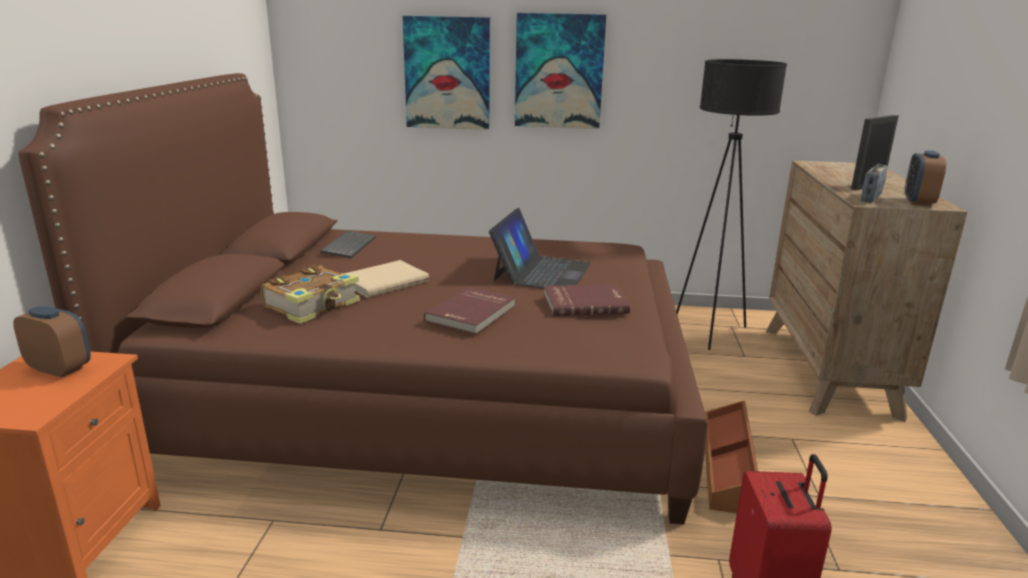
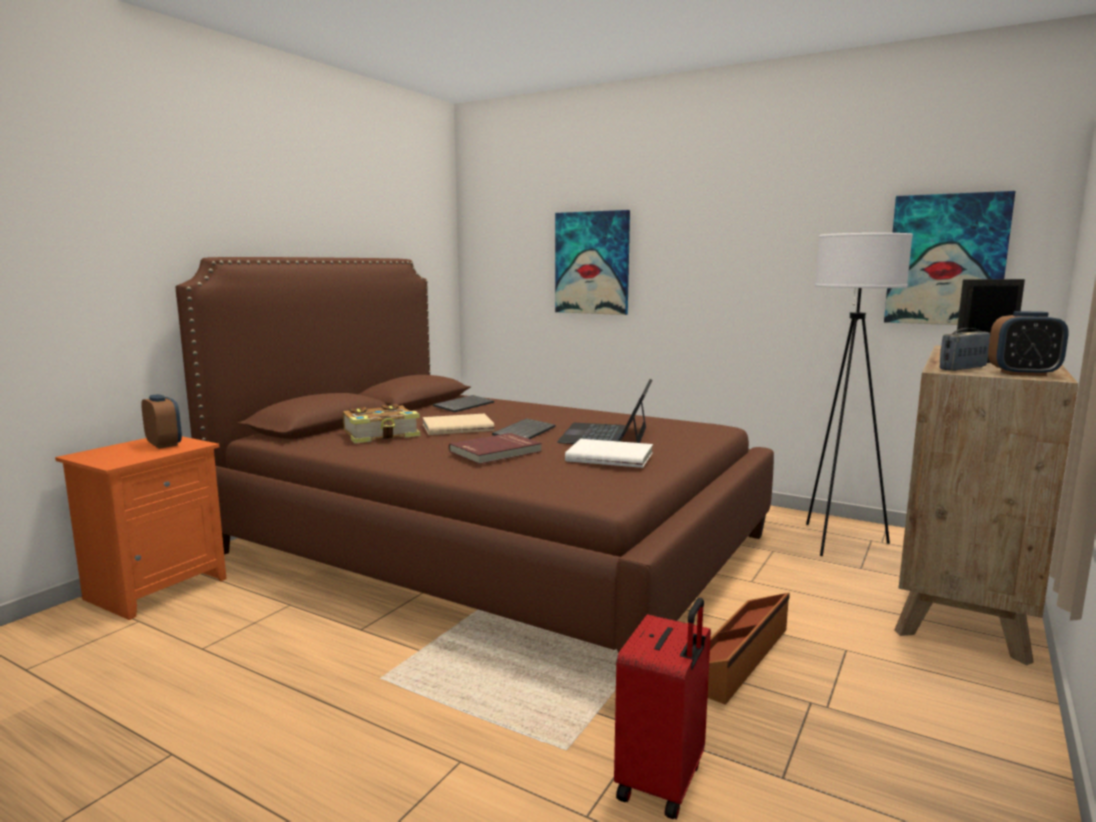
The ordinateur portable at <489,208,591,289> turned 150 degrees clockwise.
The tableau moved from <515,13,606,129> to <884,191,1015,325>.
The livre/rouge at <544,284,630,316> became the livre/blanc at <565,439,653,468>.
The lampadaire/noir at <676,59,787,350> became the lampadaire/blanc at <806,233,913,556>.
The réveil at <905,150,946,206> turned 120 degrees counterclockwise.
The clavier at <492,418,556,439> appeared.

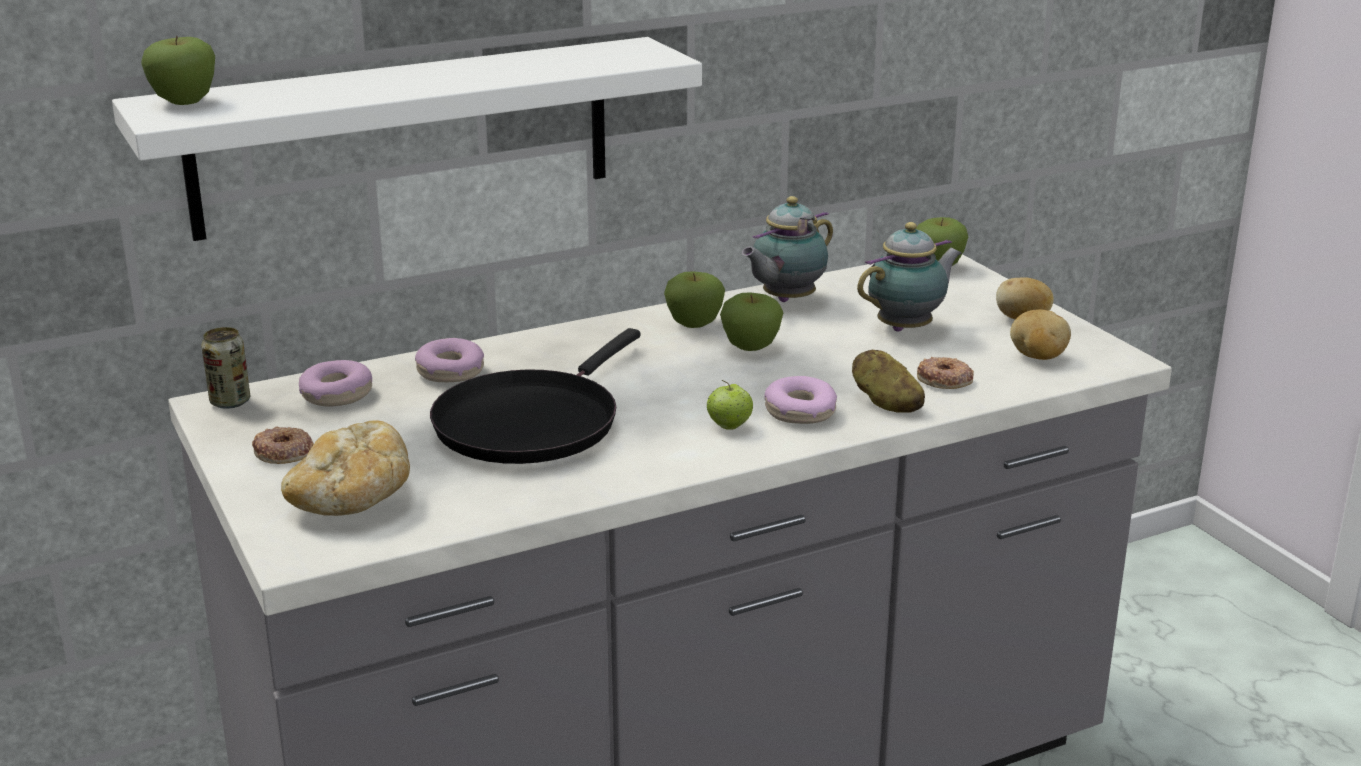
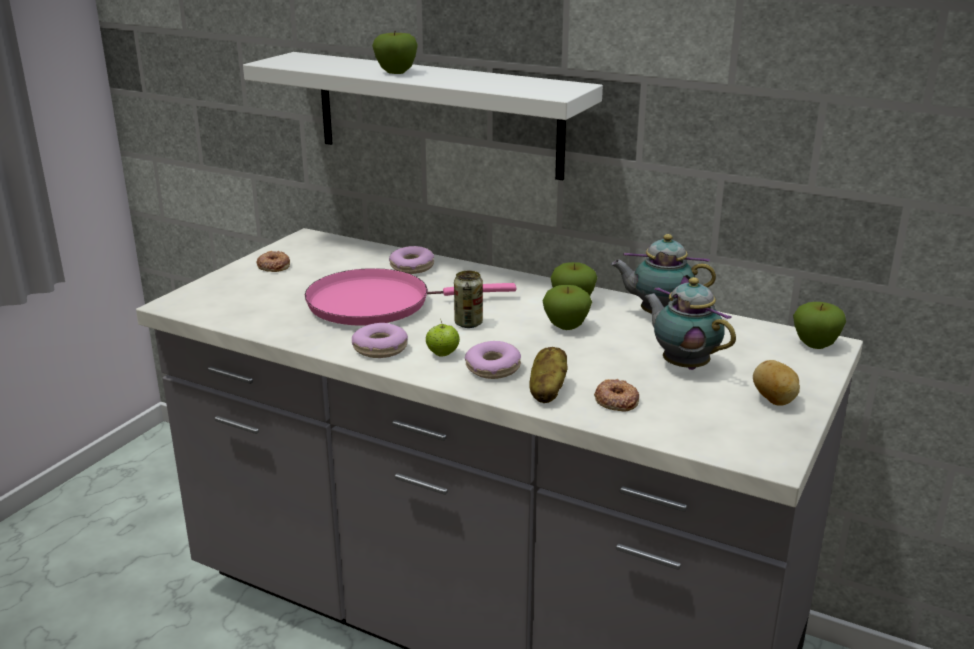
The pomme moved from <141,36,215,105> to <372,32,418,74>.
The boîte métallique moved from <201,327,251,409> to <454,271,483,328>.
The pain at <281,420,410,516> disappeared.
The beignet moved from <299,360,372,406> to <352,323,408,358>.
The poêle/noir at <430,328,641,464> became the poêle/rose at <305,268,516,326>.
The théière at <857,222,962,332> turned 150 degrees counterclockwise.
The pomme de terre at <1010,309,1071,360> disappeared.

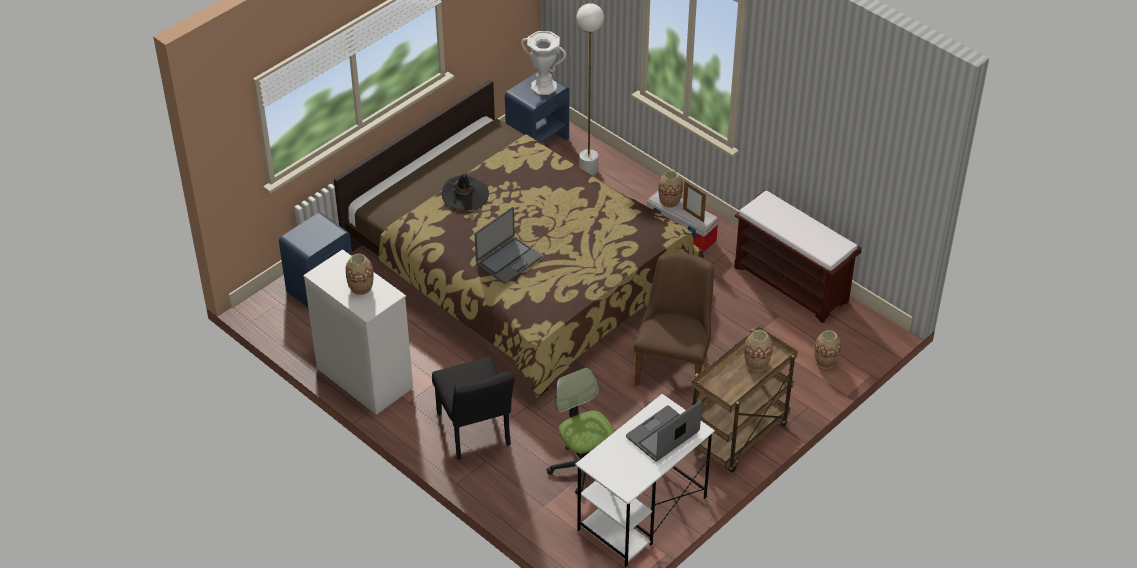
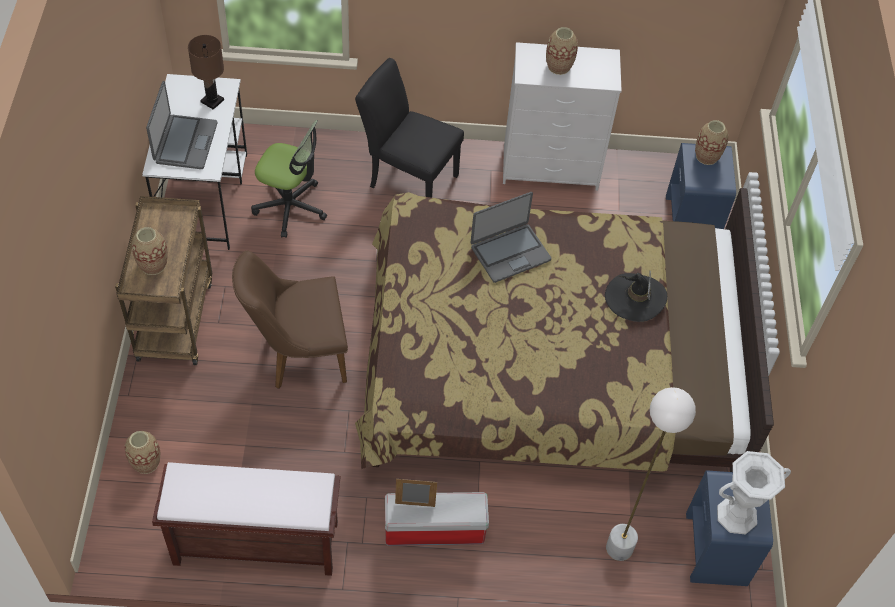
The ordinateur portable at <475,207,542,284> turned 120 degrees counterclockwise.
The chaise/marron at <634,253,714,398> turned 105 degrees clockwise.
The vase moved from <658,171,683,208> to <695,120,728,165>.
The lampe de table/marron at <188,35,224,110> appeared.

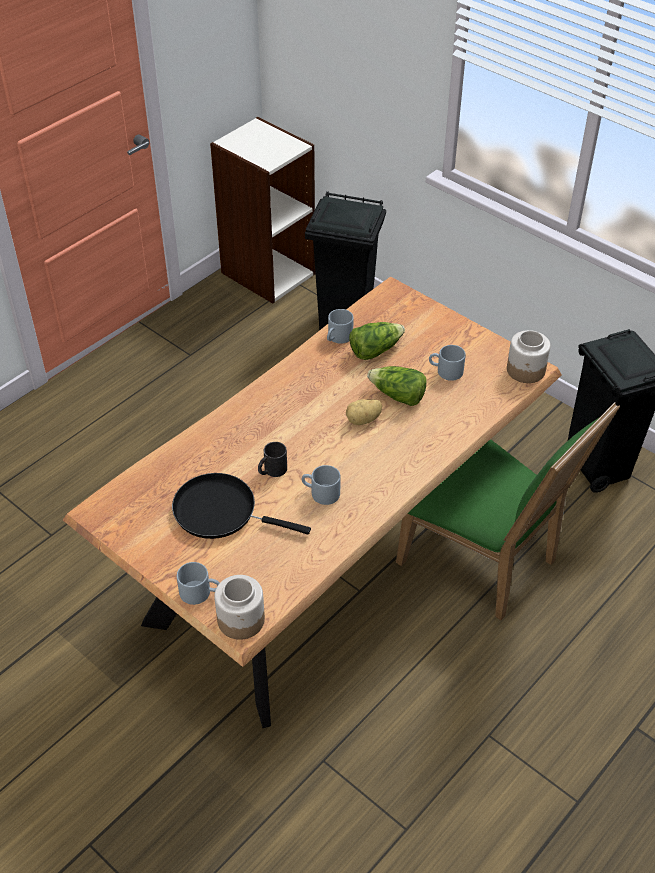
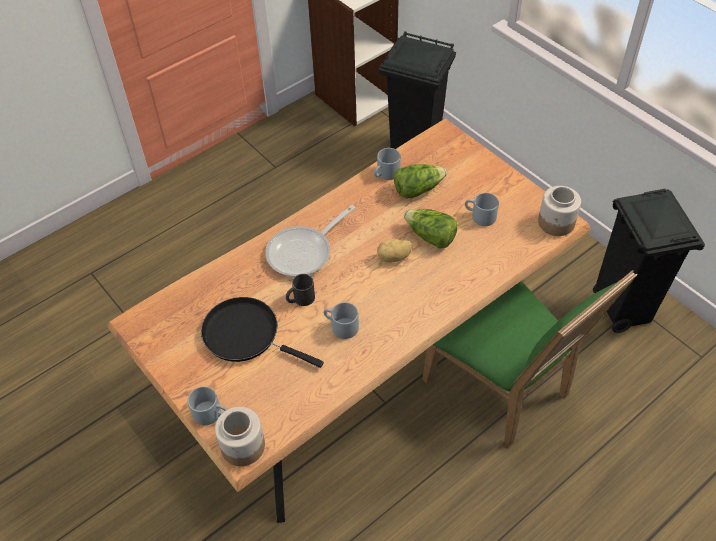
The poêle at <265,205,355,277> appeared.

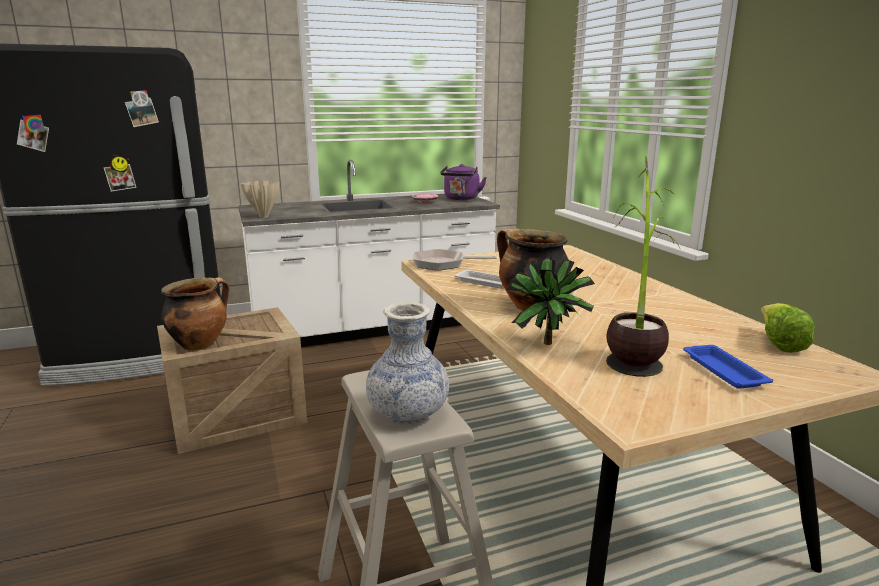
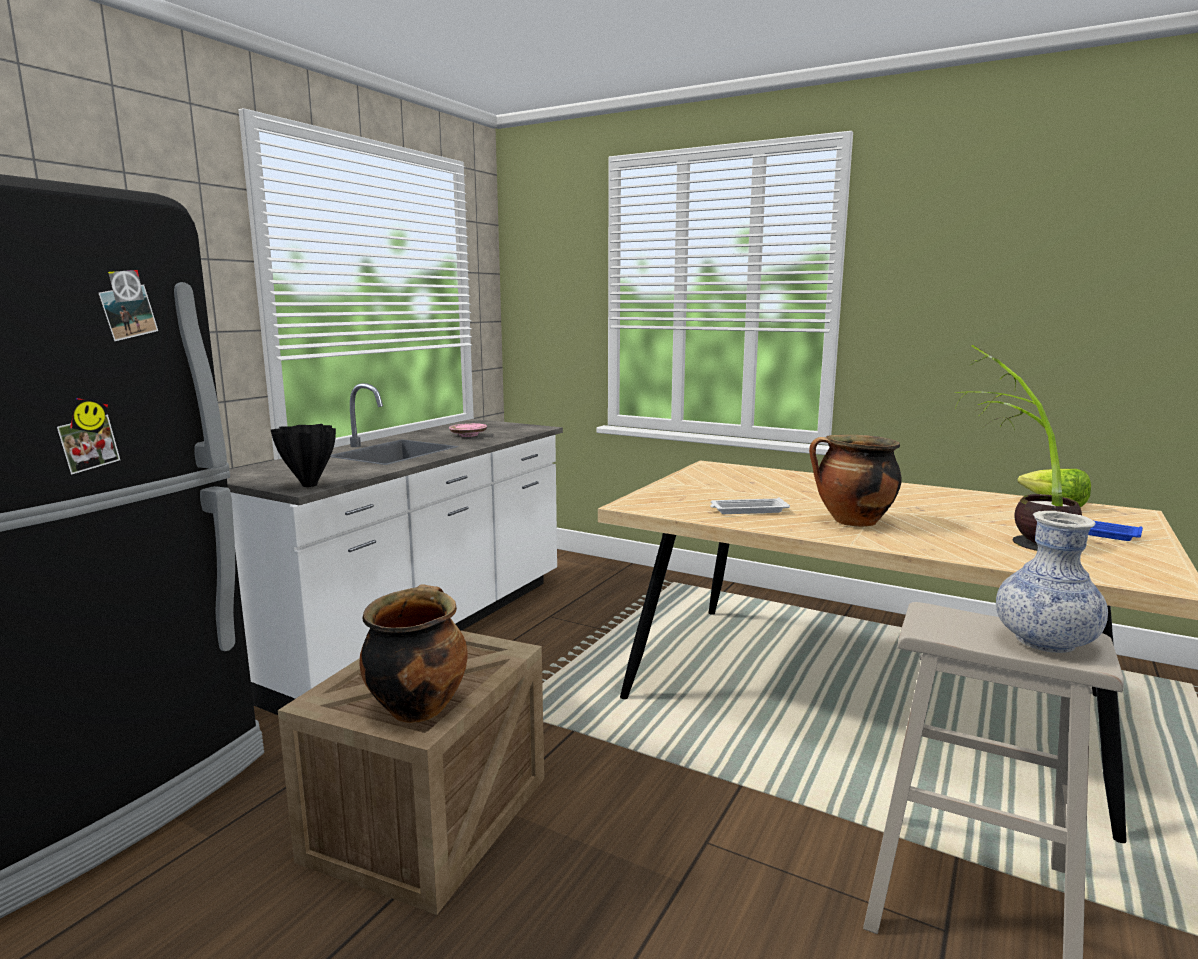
The vase/beige at <241,181,279,218> became the vase/noir at <271,424,336,487>.
The poêle at <413,249,496,271> disappeared.
The bouilloire/violet at <440,164,487,200> disappeared.
The plante en pot at <507,256,595,345> disappeared.

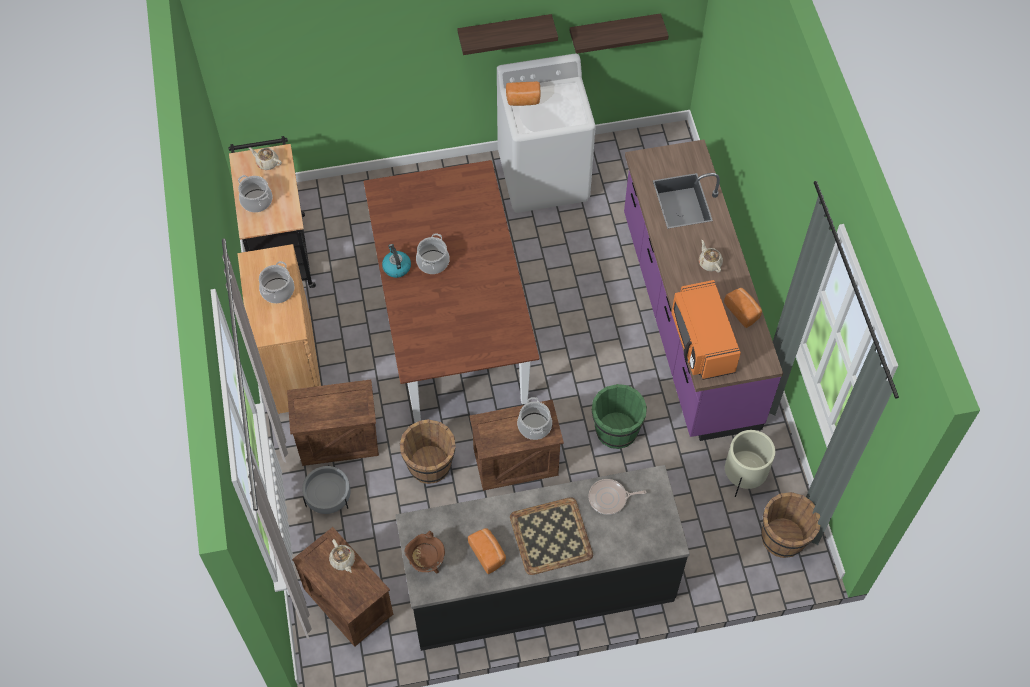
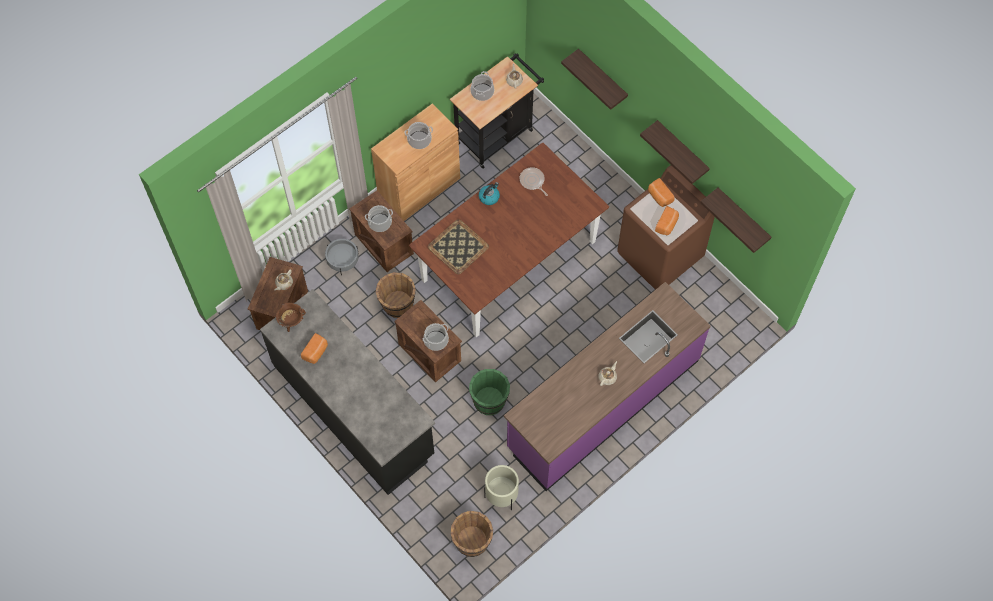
The marmite moved from <416,233,450,274> to <365,205,393,232>.
The lave-linge/blanc at <497,54,596,213> became the lave-linge/marron at <617,165,715,290>.
The plateau moved from <510,497,593,575> to <428,219,489,274>.
The poêle moved from <588,479,646,515> to <520,167,548,196>.
The micro-ondes/orange at <671,280,741,380> disappeared.
The pain moved from <724,288,762,328> to <655,206,679,235>.
The étagère at <561,49,628,110> appeared.

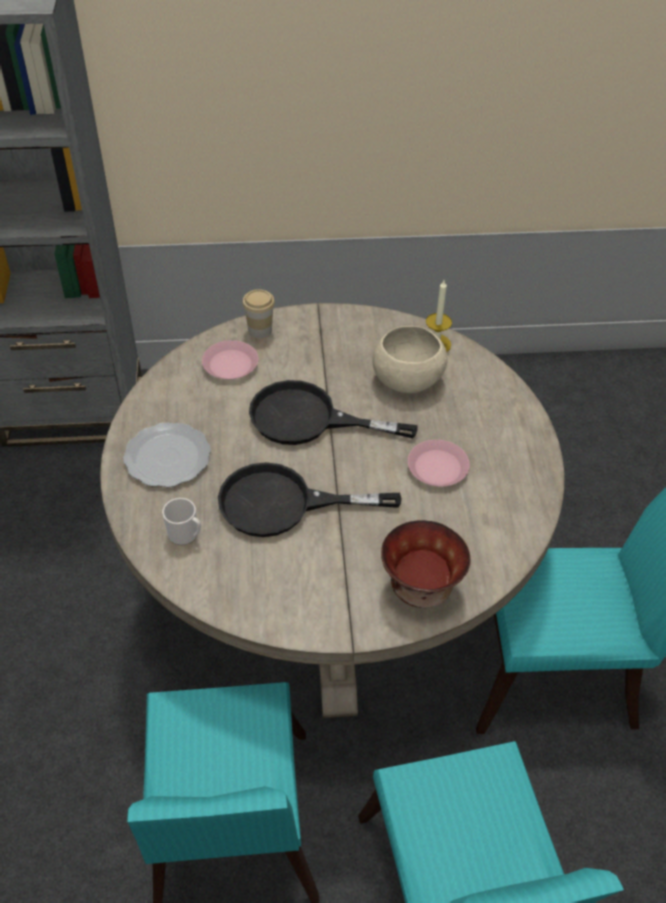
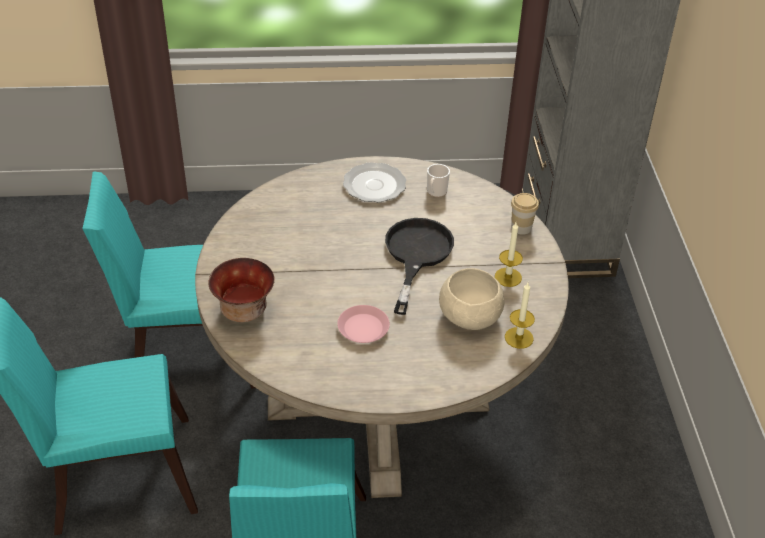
The mug moved from <162,498,201,545> to <427,164,450,197>.
The assiette/rose at <202,340,259,379> disappeared.
The poêle/noir at <218,462,402,537> disappeared.
The bougie at <495,222,523,287> appeared.

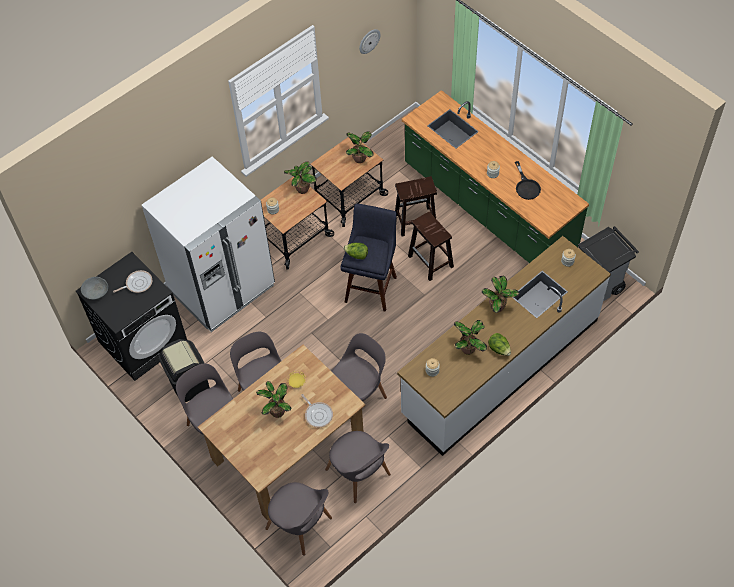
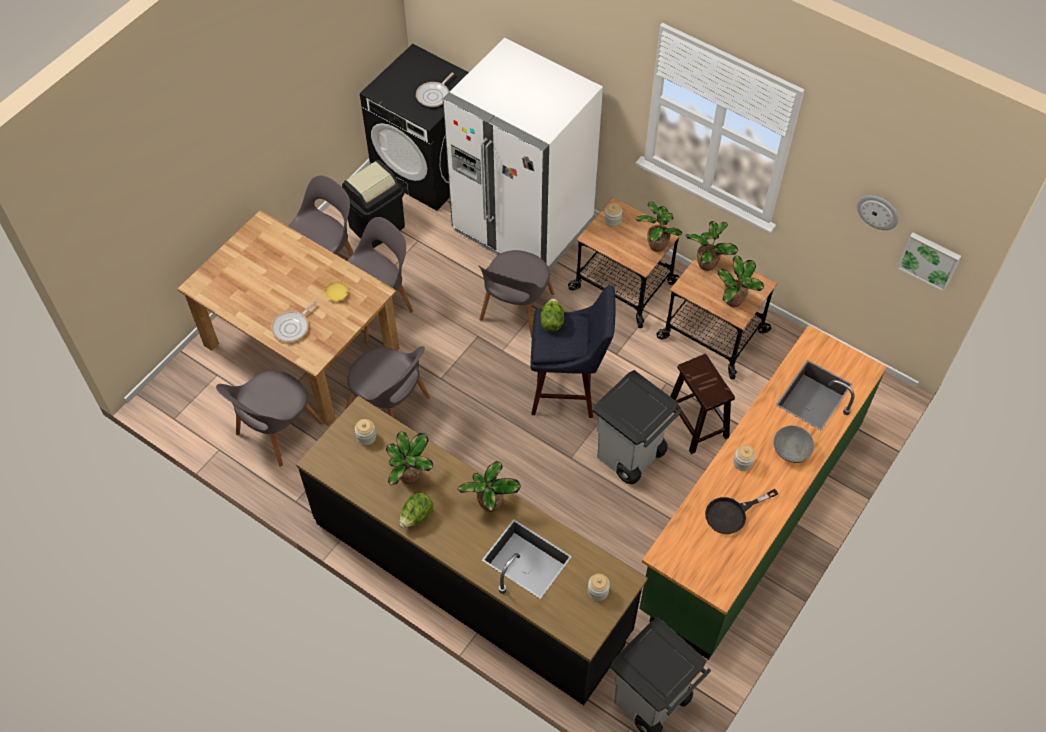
The bol/gris moved from <81,277,108,300> to <773,426,814,463>.
The poêle at <113,270,152,293> turned 75 degrees clockwise.
The plante en pot moved from <256,381,291,418> to <686,221,738,271>.
The chaise/gris moved from <265,482,332,556> to <479,250,555,338>.
The comptoir de cuisine/blanc at <397,236,611,456> became the comptoir de cuisine/noir at <296,396,648,705>.
The tabouret/marron at <408,212,454,281> was replaced by the poubelle/gris at <593,370,682,484>.
The tableau at <897,232,961,292> appeared.

